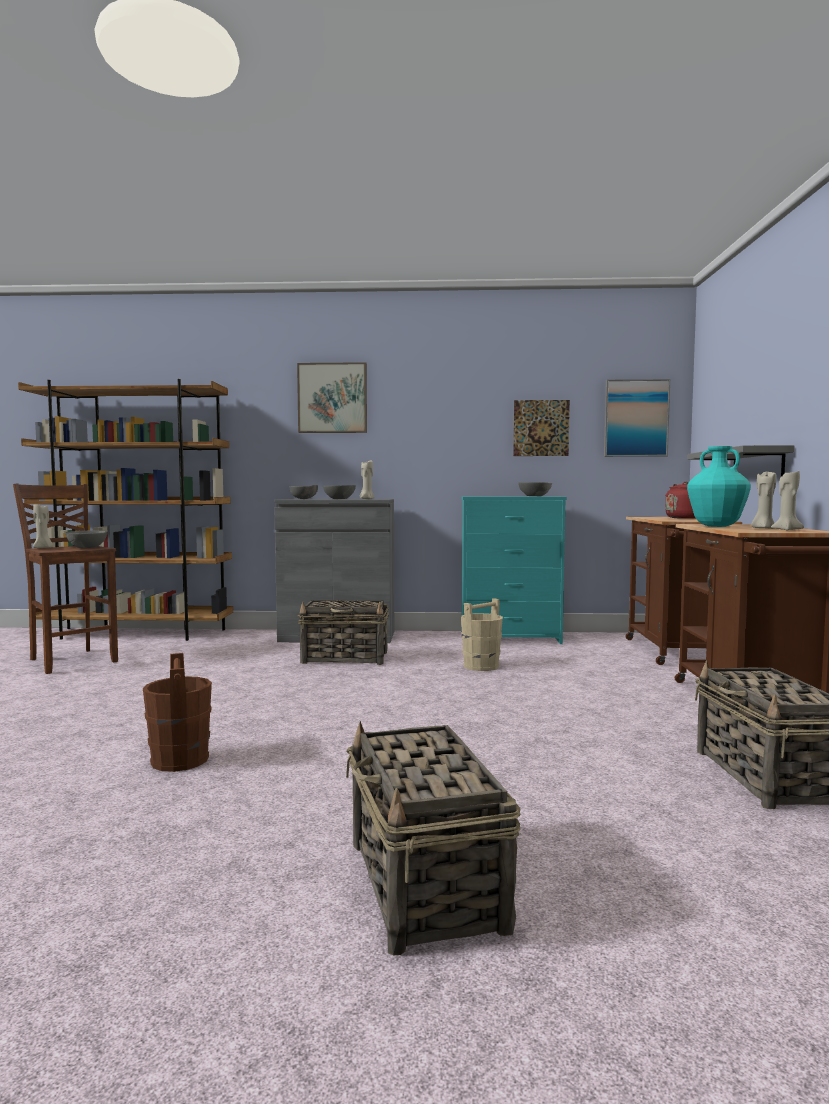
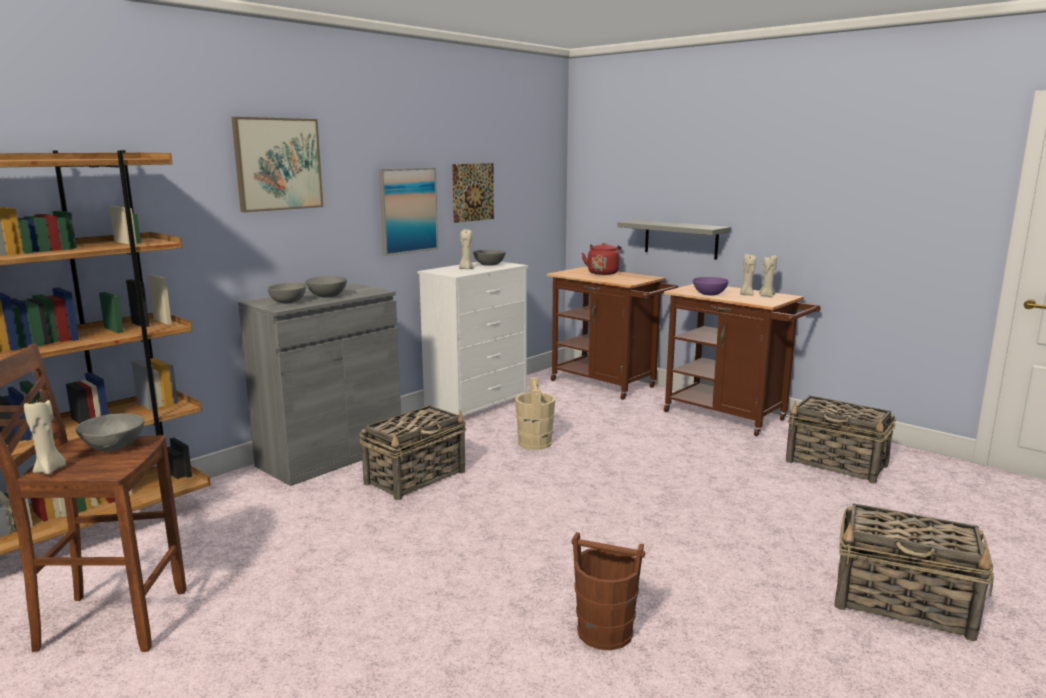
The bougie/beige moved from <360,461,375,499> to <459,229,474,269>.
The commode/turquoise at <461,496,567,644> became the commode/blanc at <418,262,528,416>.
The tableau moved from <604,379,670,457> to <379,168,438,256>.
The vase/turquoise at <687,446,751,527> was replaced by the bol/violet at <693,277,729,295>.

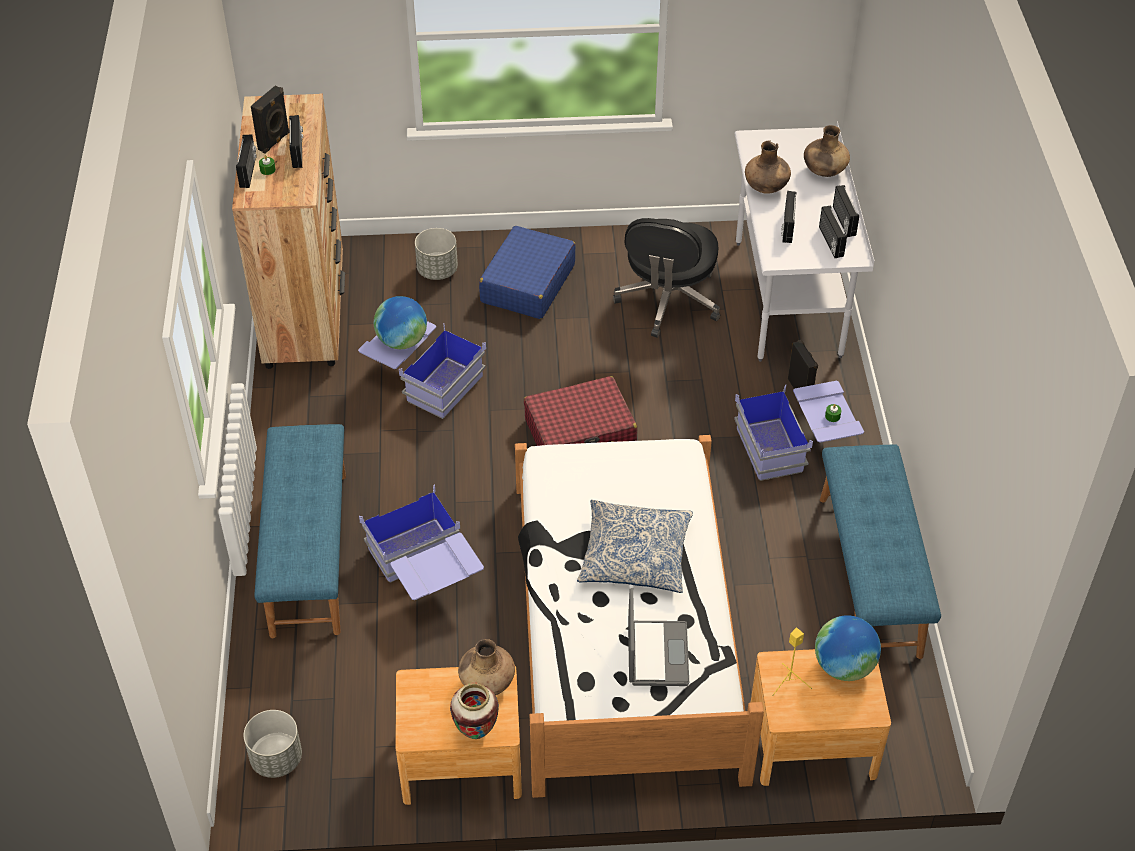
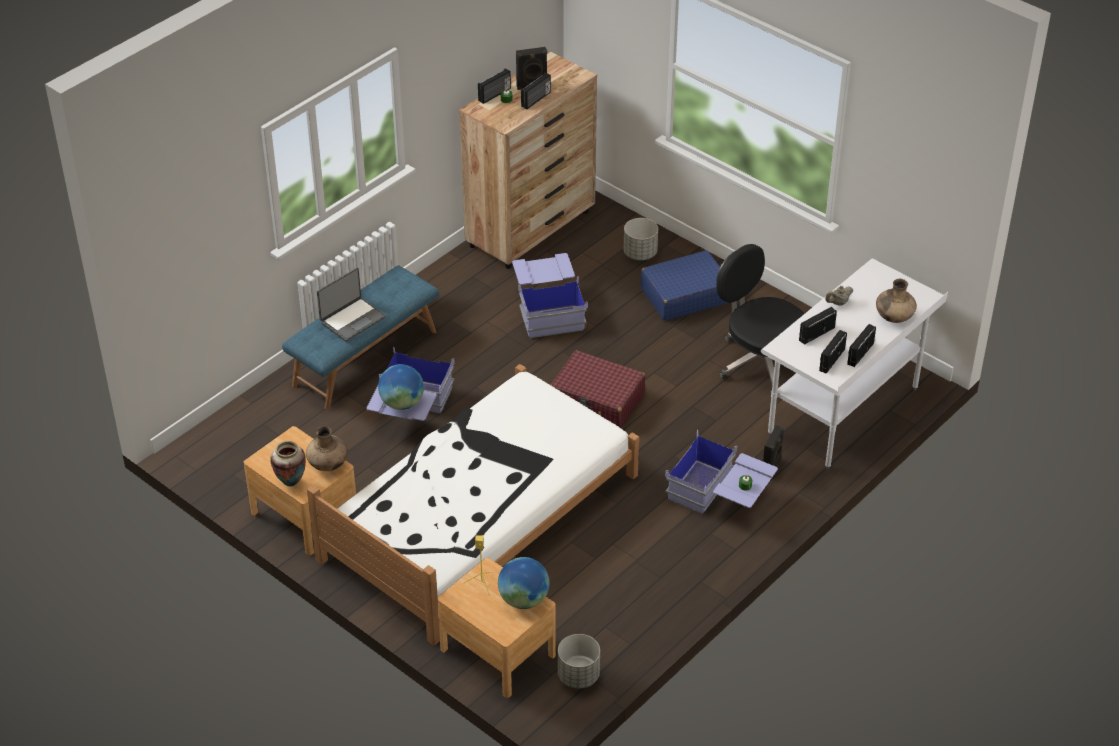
The cache-pot/gris moved from <244,710,302,778> to <558,634,600,688>.
The globe moved from <374,296,427,349> to <378,364,424,410>.
The coussin at <577,500,693,593> disappeared.
The chaise de bureau/noir at <613,218,720,338> turned 75 degrees clockwise.
The ordinateur portable moved from <628,588,689,686> to <317,267,386,342>.
The vase/marron at <745,140,791,194> was replaced by the théière/beige at <825,286,853,305>.
The banc/bleu at <820,445,941,659> disappeared.

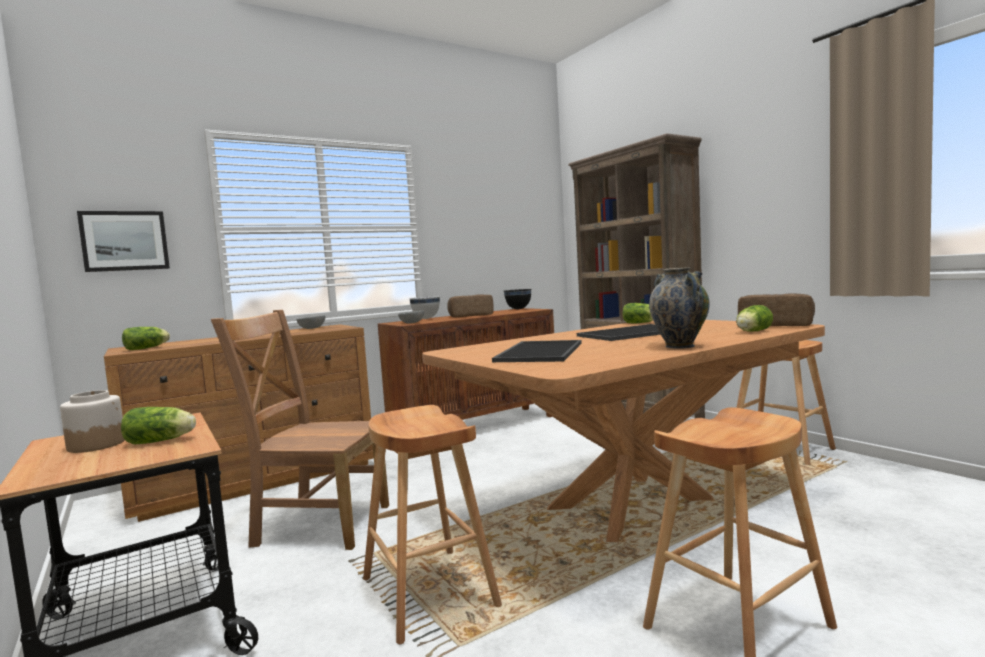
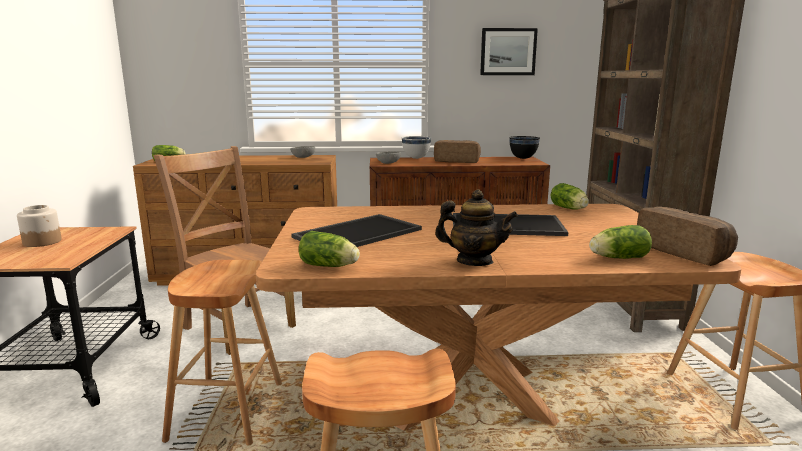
The tableau moved from <77,211,170,272> to <480,28,538,75>.
The laitue moved from <121,407,196,444> to <299,231,360,267>.
The vase at <649,267,710,349> was replaced by the théière at <435,189,518,266>.

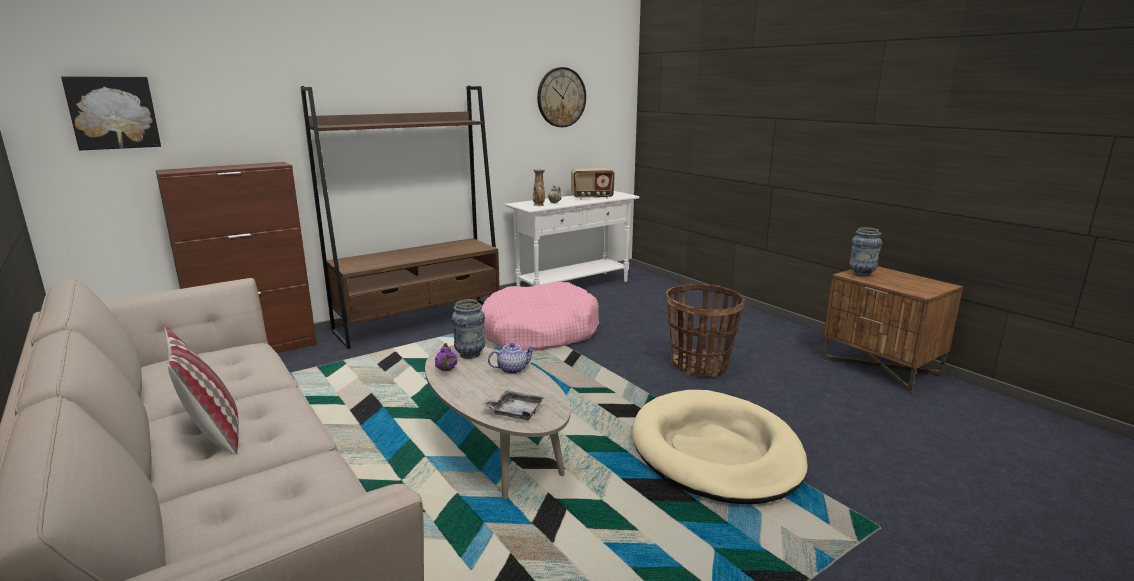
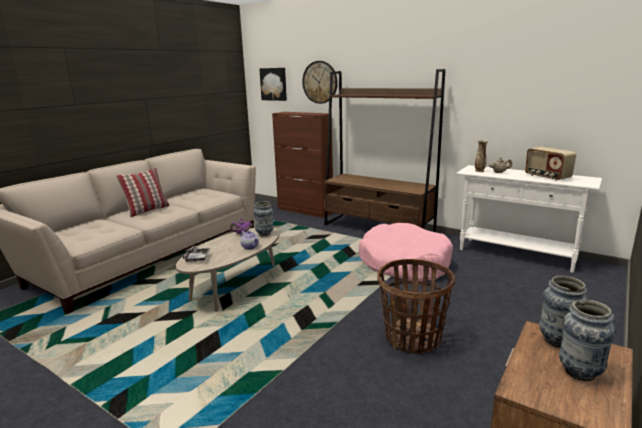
The horloge murale moved from <537,67,586,127> to <302,61,338,104>.
The panier pour chien/beige at <632,390,808,504> disappeared.
The vase at <559,300,616,381> appeared.

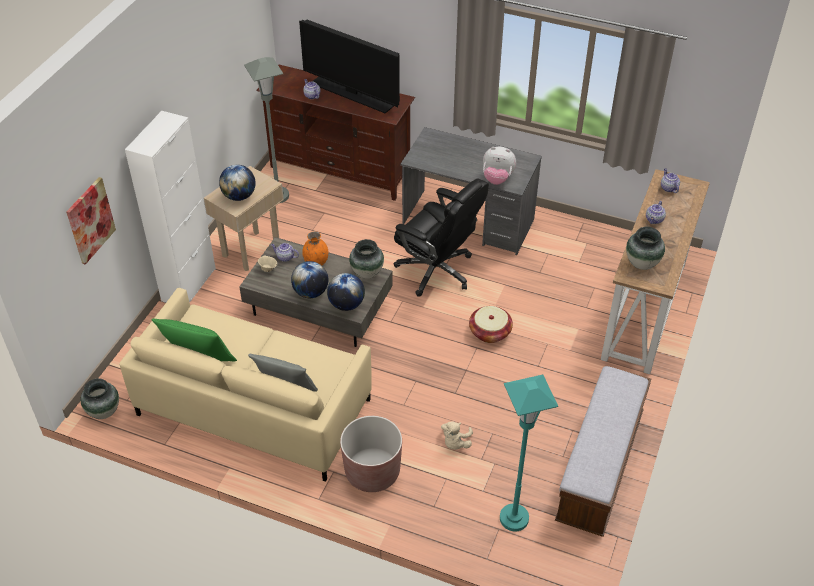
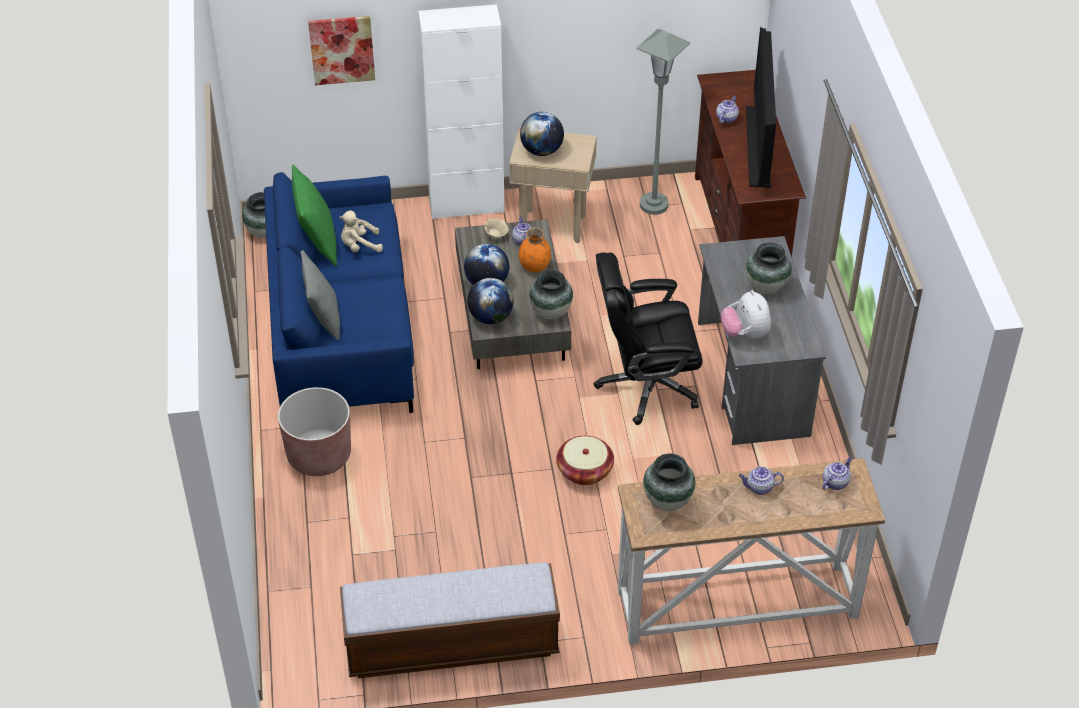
The canapé/beige at <119,288,372,482> became the canapé/bleu at <264,172,414,413>.
The chaise de bureau/noir at <394,179,489,297> turned 75 degrees clockwise.
The peluche/beige moved from <441,422,473,450> to <339,210,383,252>.
The lampadaire/turquoise at <500,375,558,531> disappeared.
The vase at <746,243,792,294> appeared.

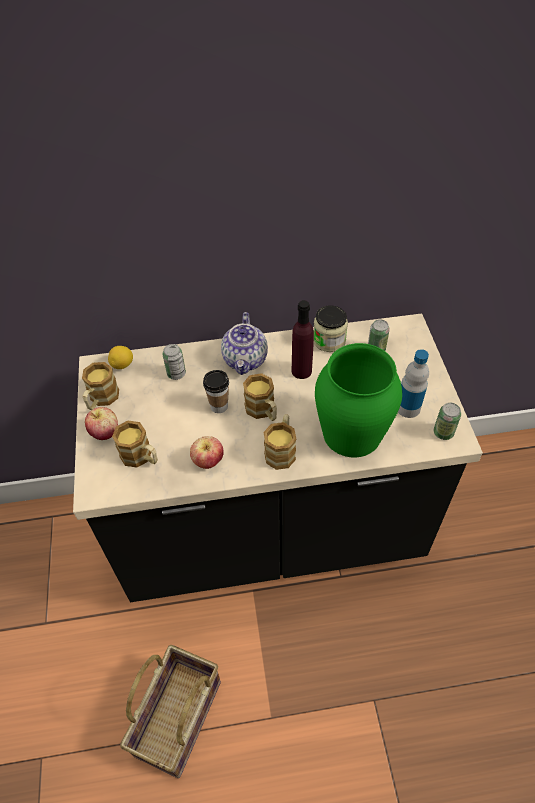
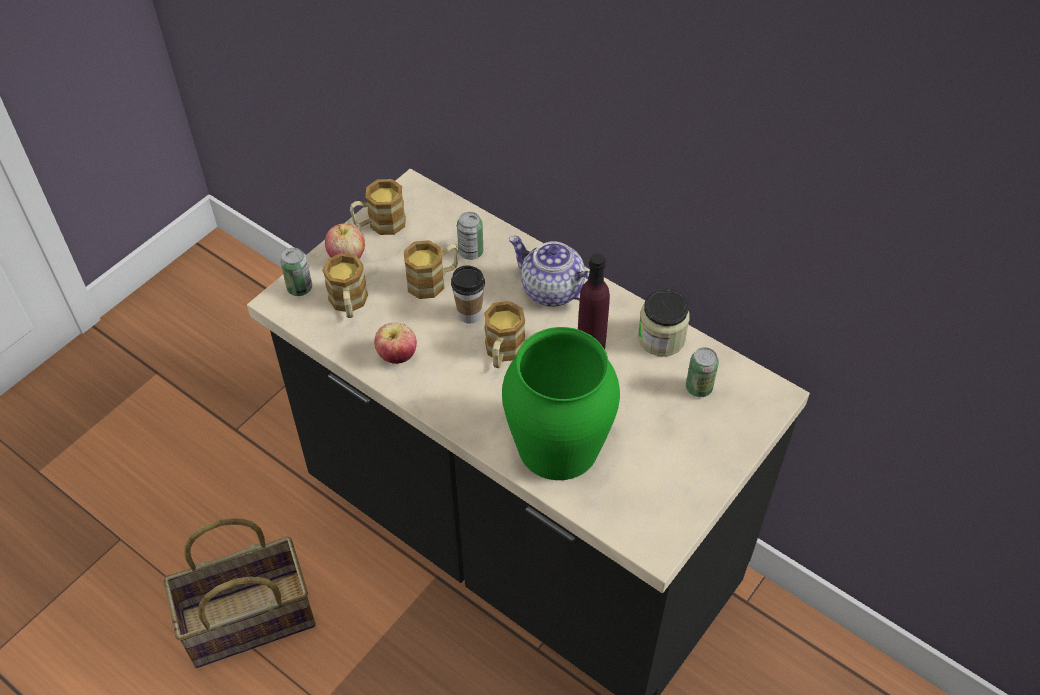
The citron at <108,346,133,369> disappeared.
The théière at <221,312,268,375> turned 75 degrees clockwise.
The mug moved from <263,414,296,470> to <404,240,459,299>.
The bouteille at <398,349,429,418> disappeared.
The boîte métallique moved from <434,403,461,440> to <280,248,312,296>.

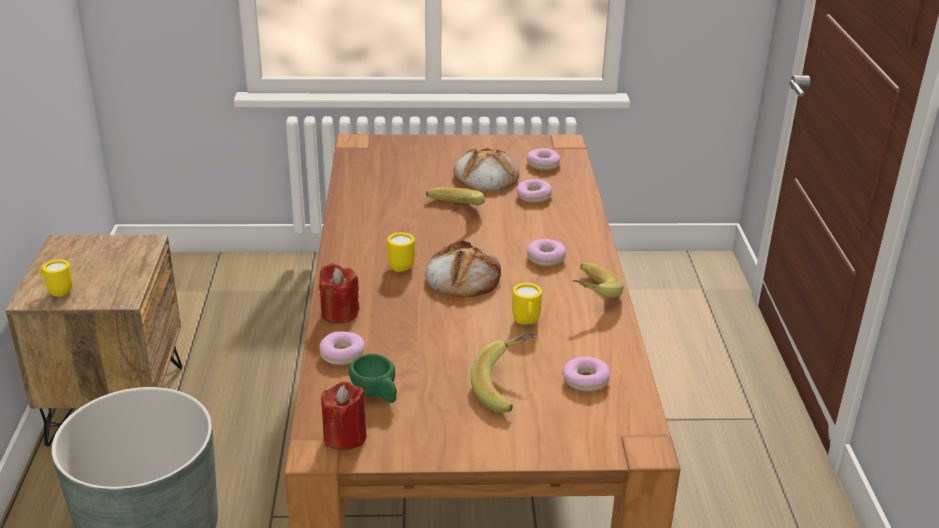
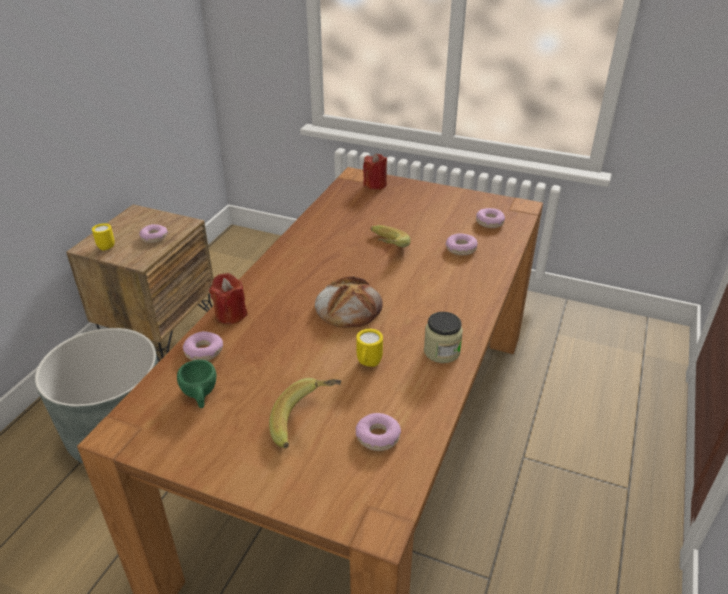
The bougie/rouge moved from <321,382,367,450> to <363,153,387,190>.
The mug/jaune at <387,232,415,272> disappeared.
The pain at <454,148,519,191> disappeared.
The beignet moved from <527,239,566,266> to <139,224,168,243>.
The banane at <573,263,624,298> was replaced by the bocal at <424,312,463,363>.

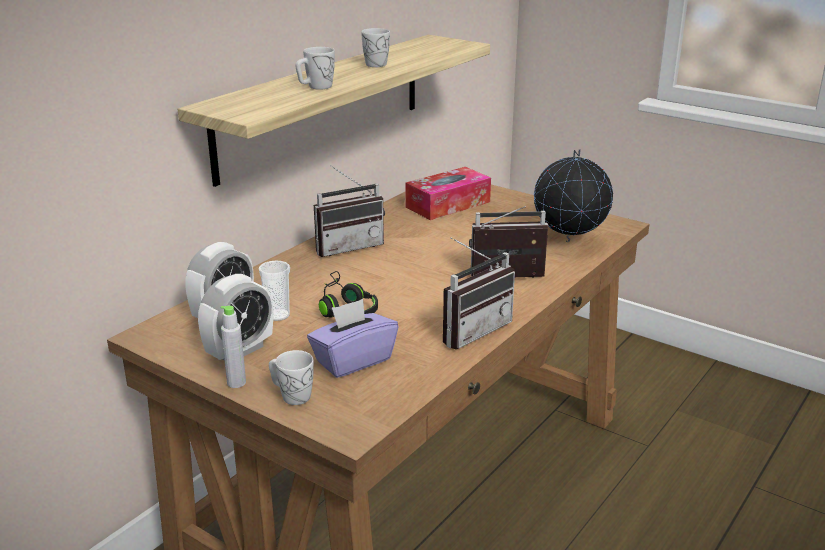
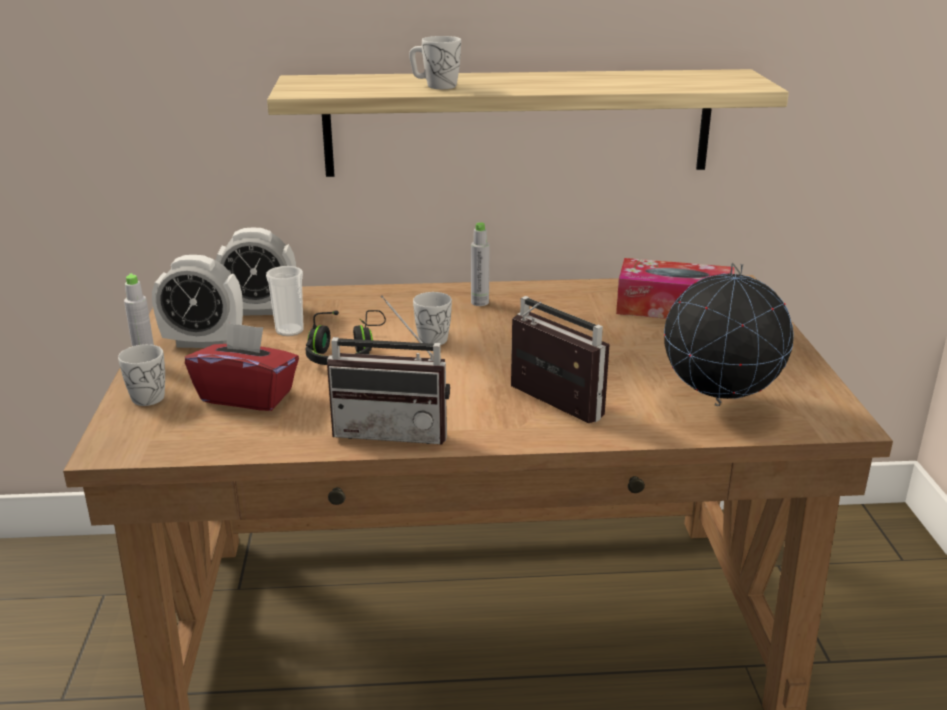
The boîte à mouchoirs/violet at <307,299,398,378> became the boîte à mouchoirs/rouge at <185,322,299,411>.
The radio at <314,165,385,257> was replaced by the bouteille/gris at <471,222,489,306>.
The mug/blanc moved from <361,28,390,67> to <413,292,452,345>.

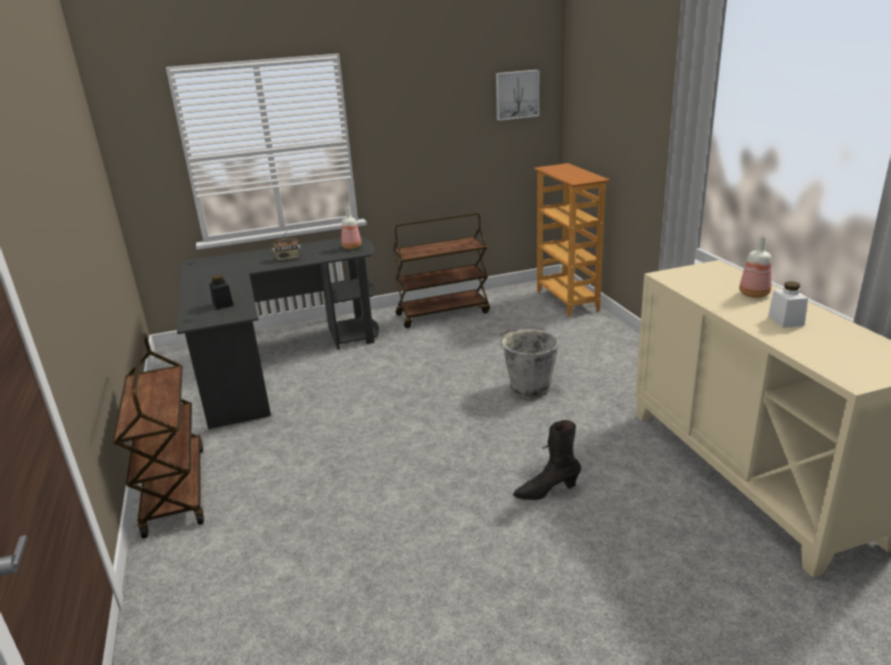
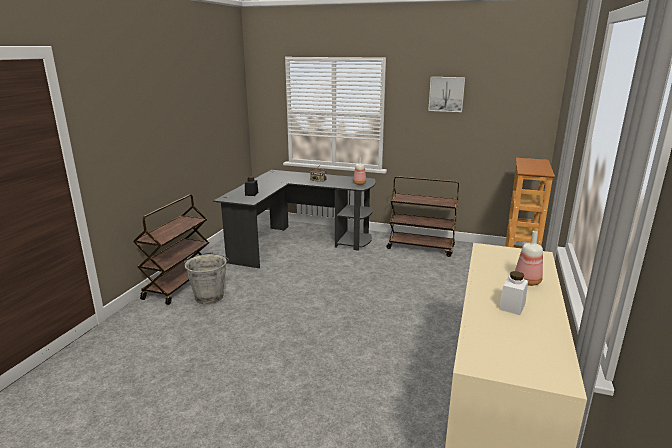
The tableau moved from <496,70,539,121> to <428,77,465,112>.
The seau/gris moved from <500,328,559,398> to <185,252,229,304>.
The botte/noir at <513,420,581,500> disappeared.

